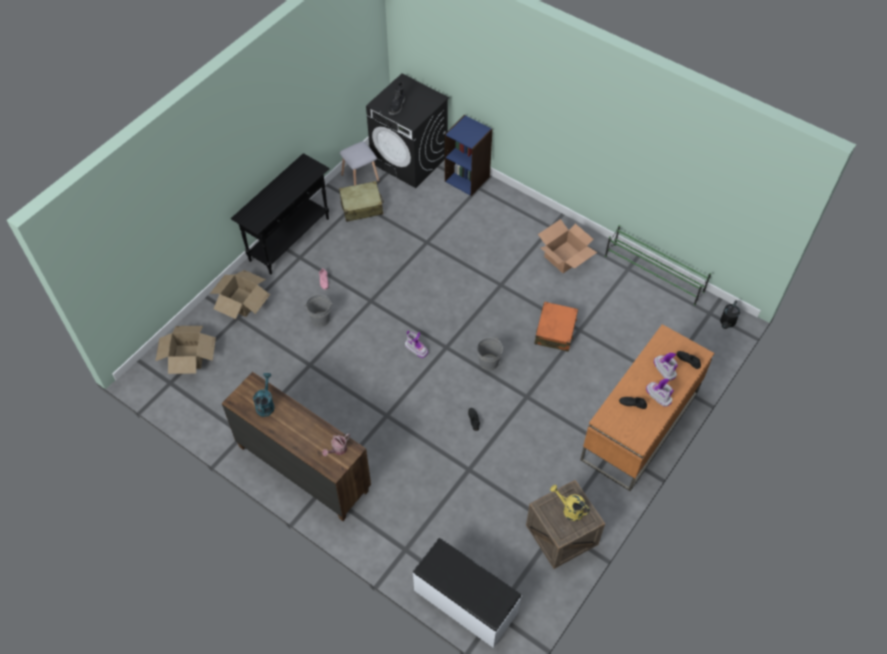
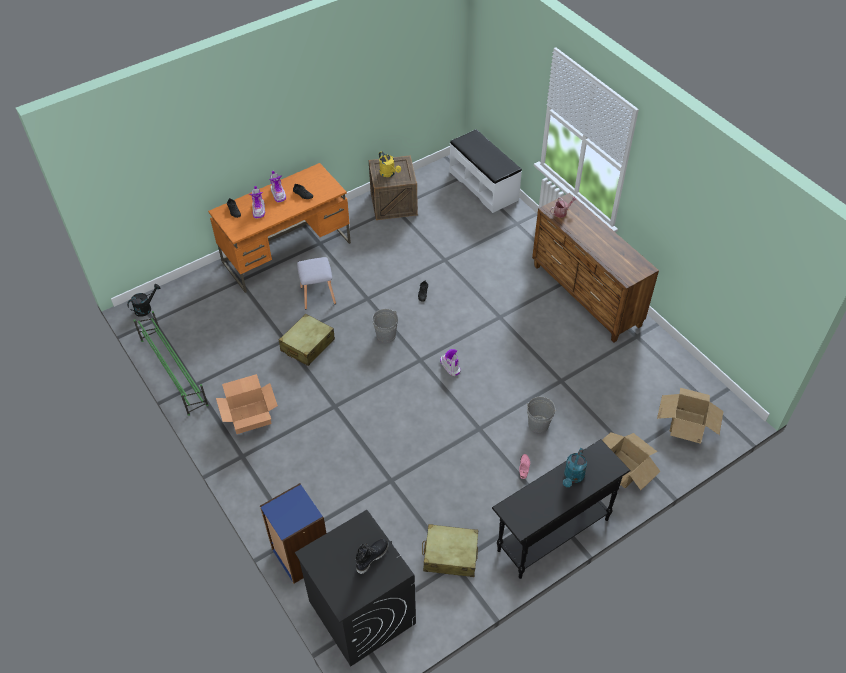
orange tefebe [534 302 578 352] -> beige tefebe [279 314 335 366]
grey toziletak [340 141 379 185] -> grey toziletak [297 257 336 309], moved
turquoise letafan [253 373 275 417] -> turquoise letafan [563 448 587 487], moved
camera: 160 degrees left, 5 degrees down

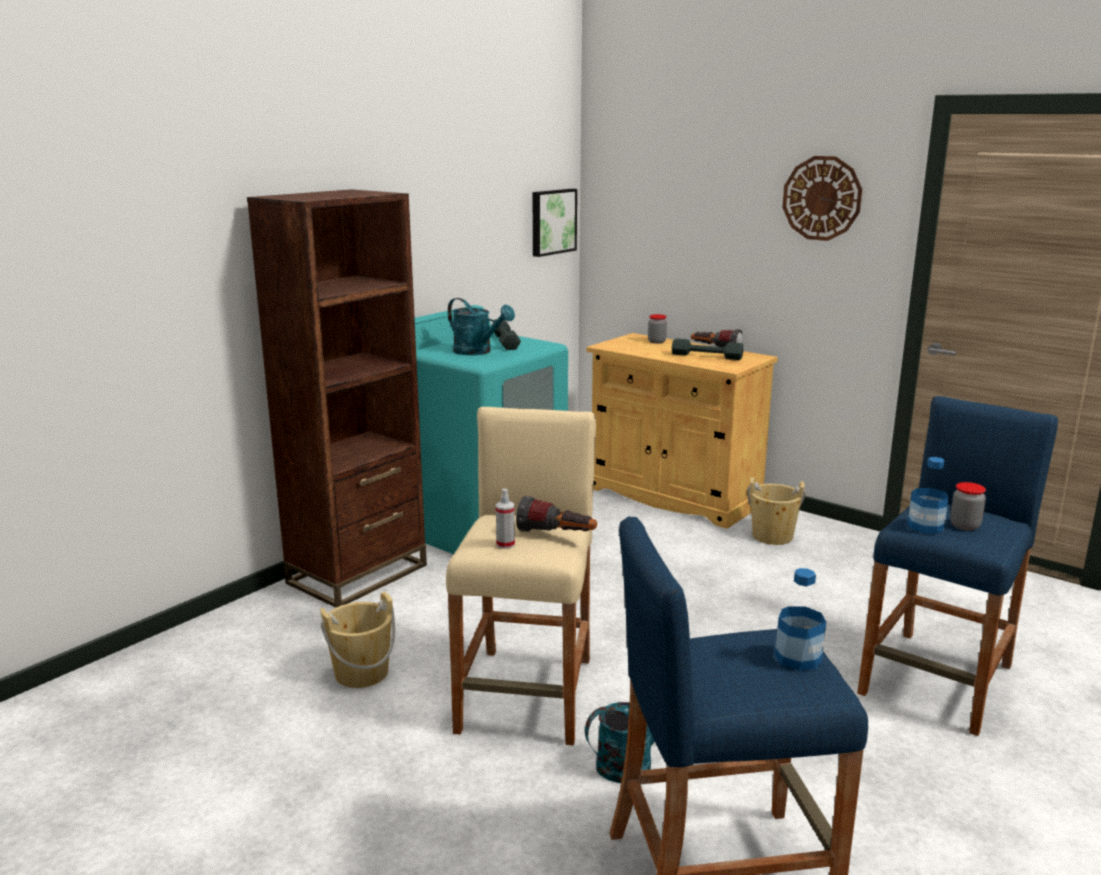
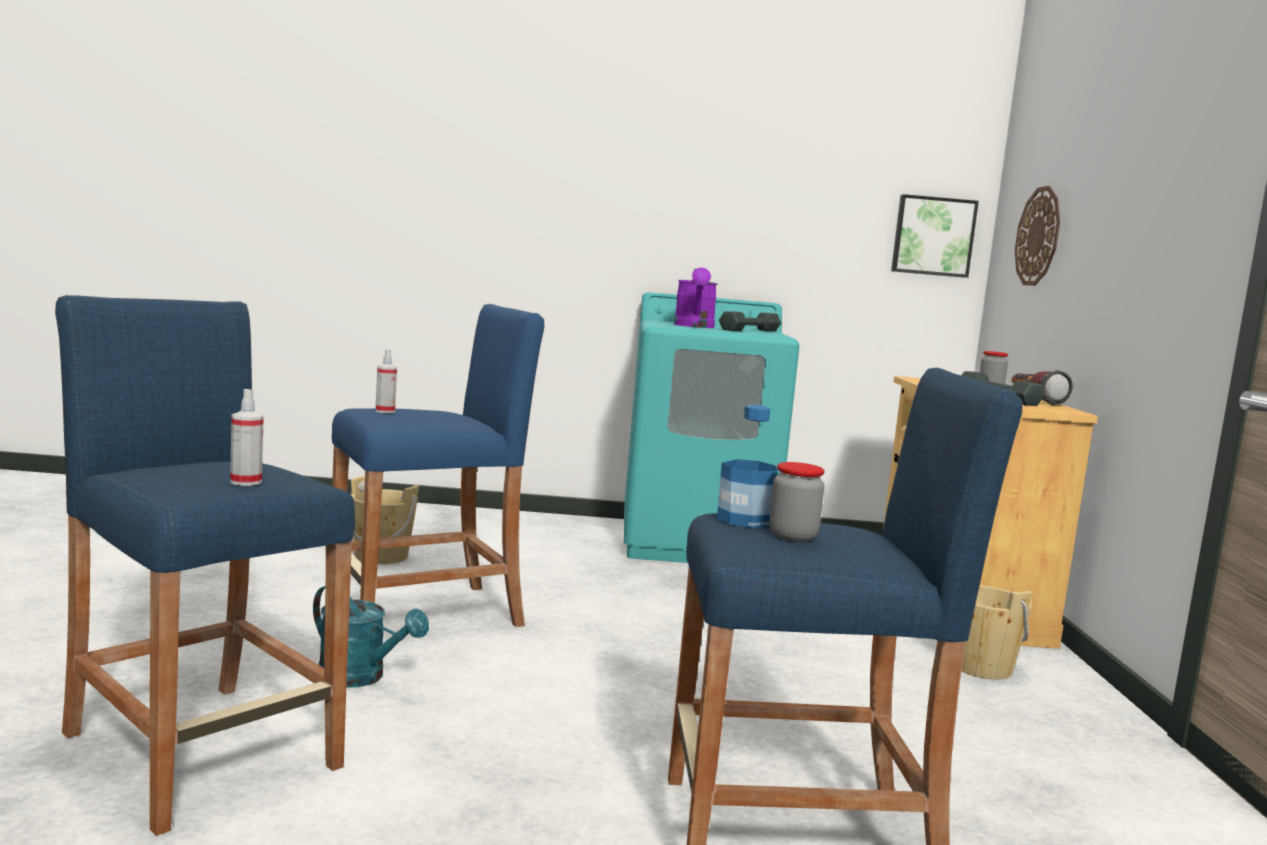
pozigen [775 568 826 671] -> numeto [230 389 264 486]
beige toziletak [446 407 596 746] -> blue toziletak [332 304 544 627]
turquoise letafan [448 298 515 355] -> purple letafan [674 268 717 328]
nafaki [782 156 862 241] -> nafaki [1015 186 1060 286], moved
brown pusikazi [247 190 427 608] -> none
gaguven [516 496 597 532] -> none
camera: 50 degrees right, 10 degrees down

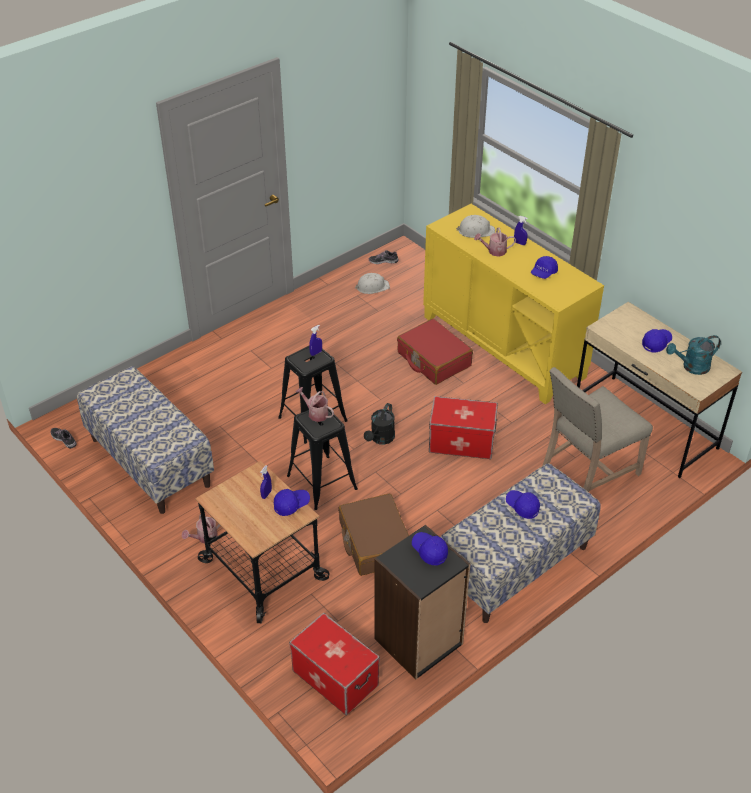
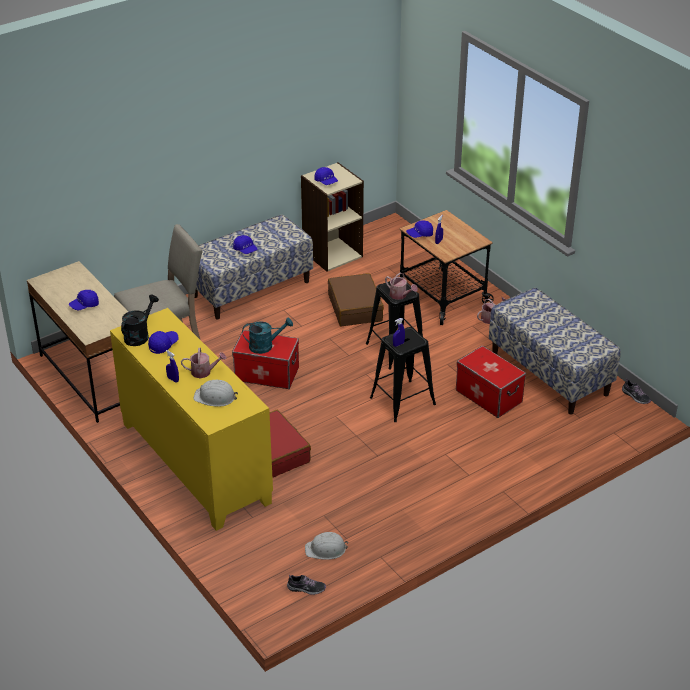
black letafan [364 403 395 445] -> black letafan [121 295 159 346], moved
turquoise letafan [666 335 721 375] -> turquoise letafan [242 317 293 354], moved
black pusikazi [375 525 471 680] -> beige pusikazi [301 162 364 272]
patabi [289 613 380 715] -> patabi [456 346 526 418], moved
camera: 175 degrees left, 5 degrees down

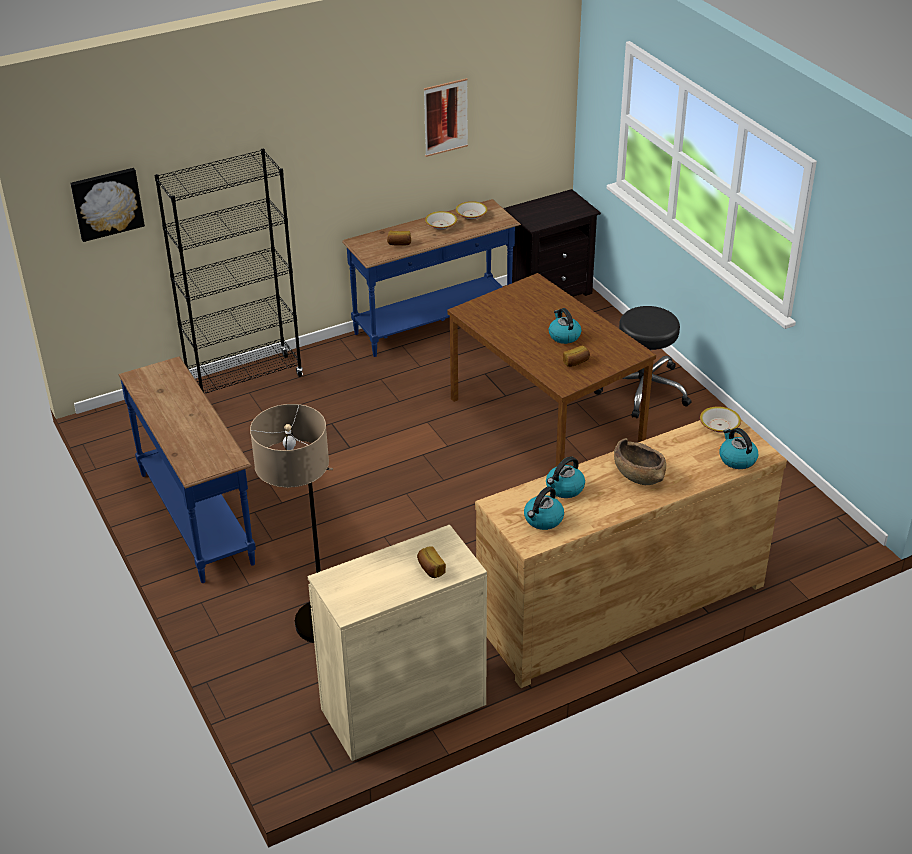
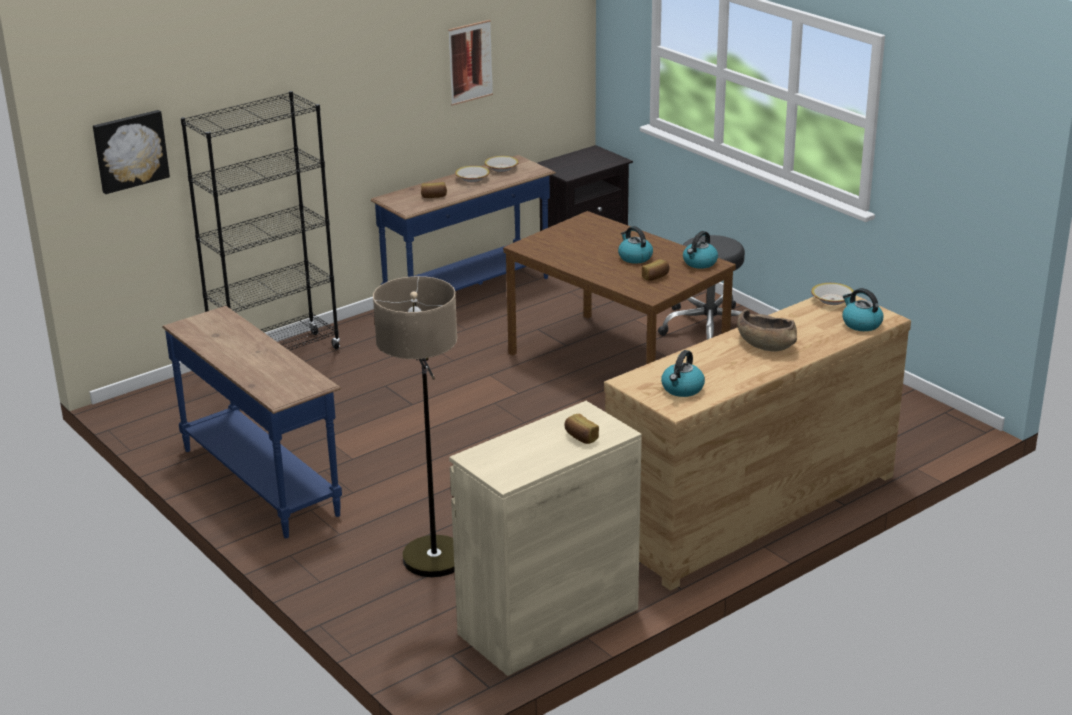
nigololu [546 457 585 498] -> nigololu [683 231 718 269], moved
camera: 10 degrees left, 10 degrees down

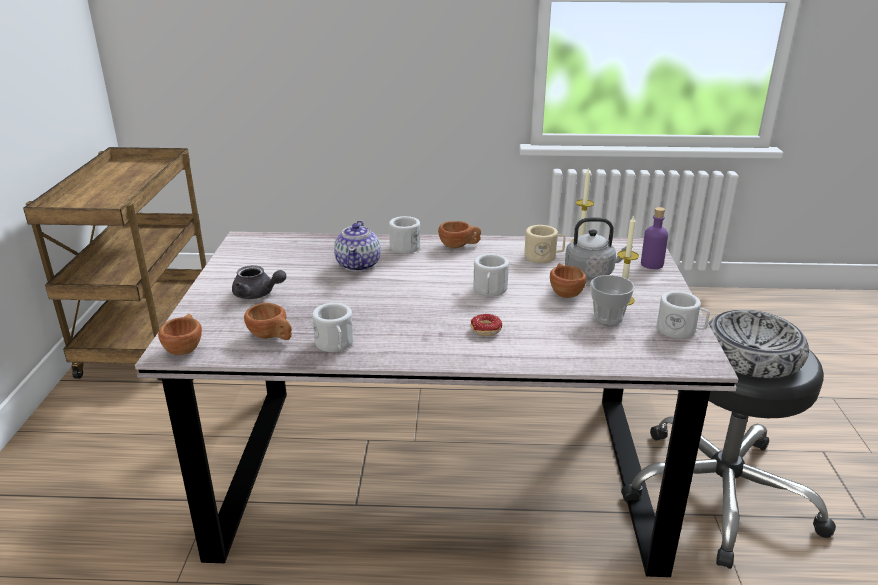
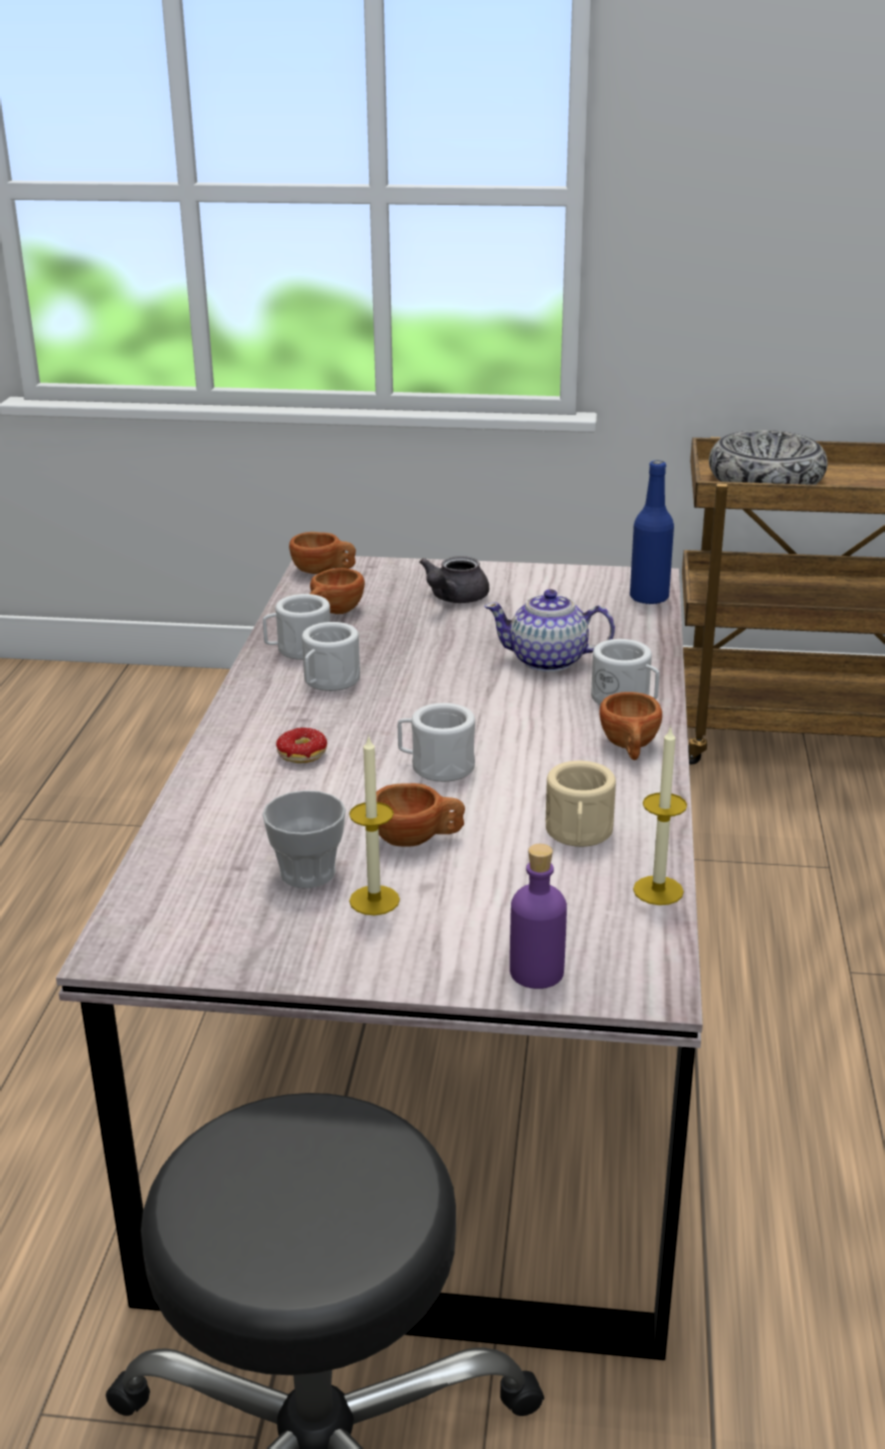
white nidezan [657 291 710 339] -> white nidezan [302 622 360 691], moved
none -> blue pozigen [630 460 674 605]
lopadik [708 310 809 378] -> lopadik [709 430 827 485], moved
grey nigololu [565 217 627 280] -> none
camera: 95 degrees right, 0 degrees up

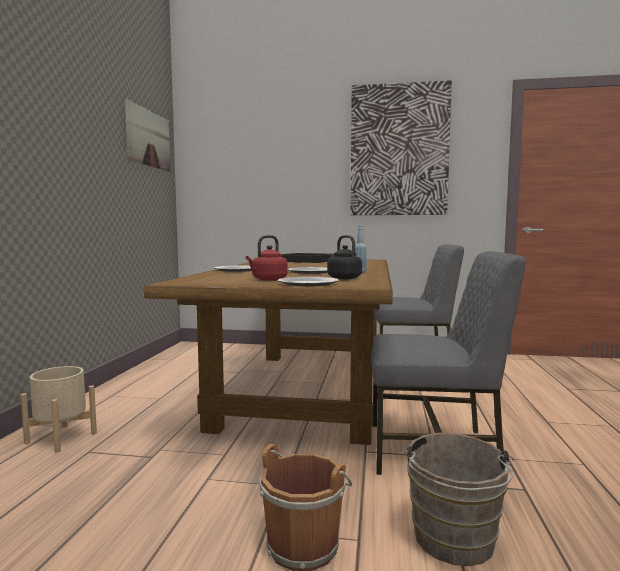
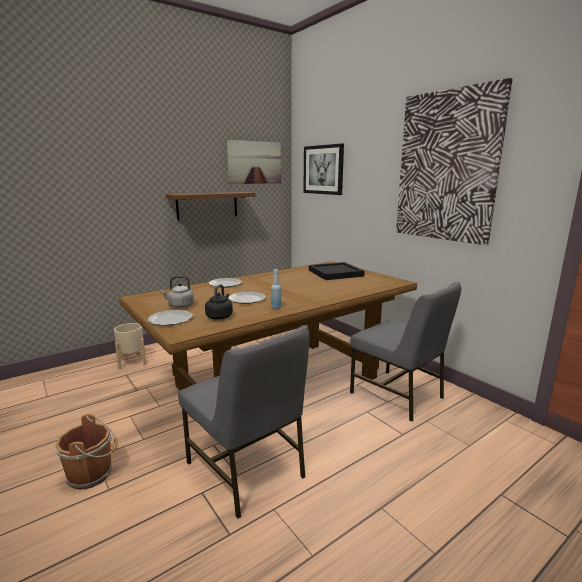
red nigololu [246 235 288 281] -> grey nigololu [160 276 194 308]
none -> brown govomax [165 192 255 220]
none -> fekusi [303 144 344 195]
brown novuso [400 433 515 566] -> none
camera: 45 degrees right, 10 degrees up

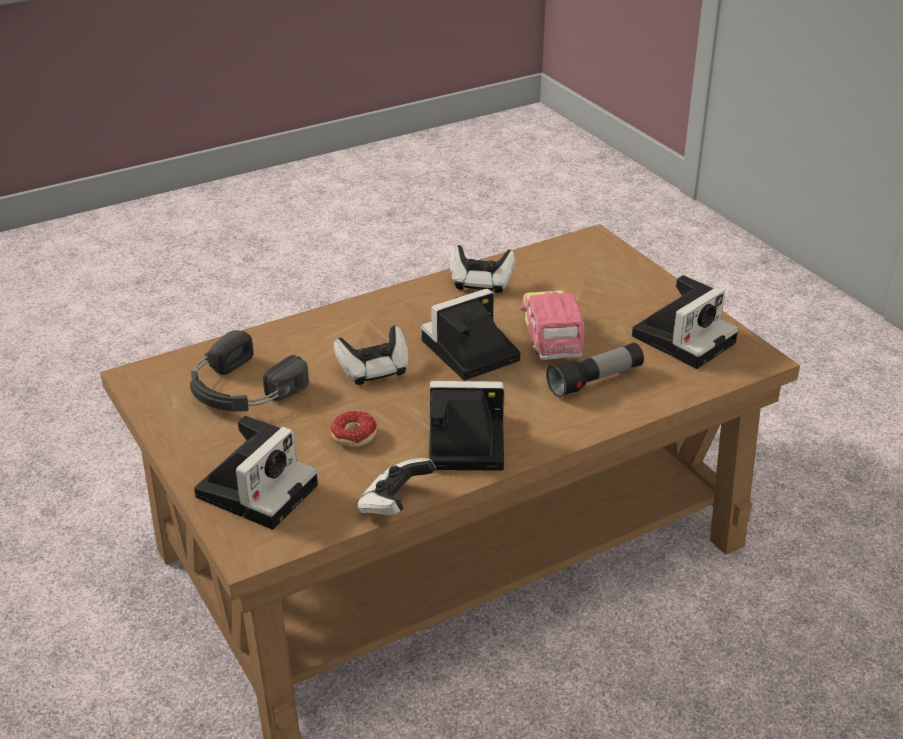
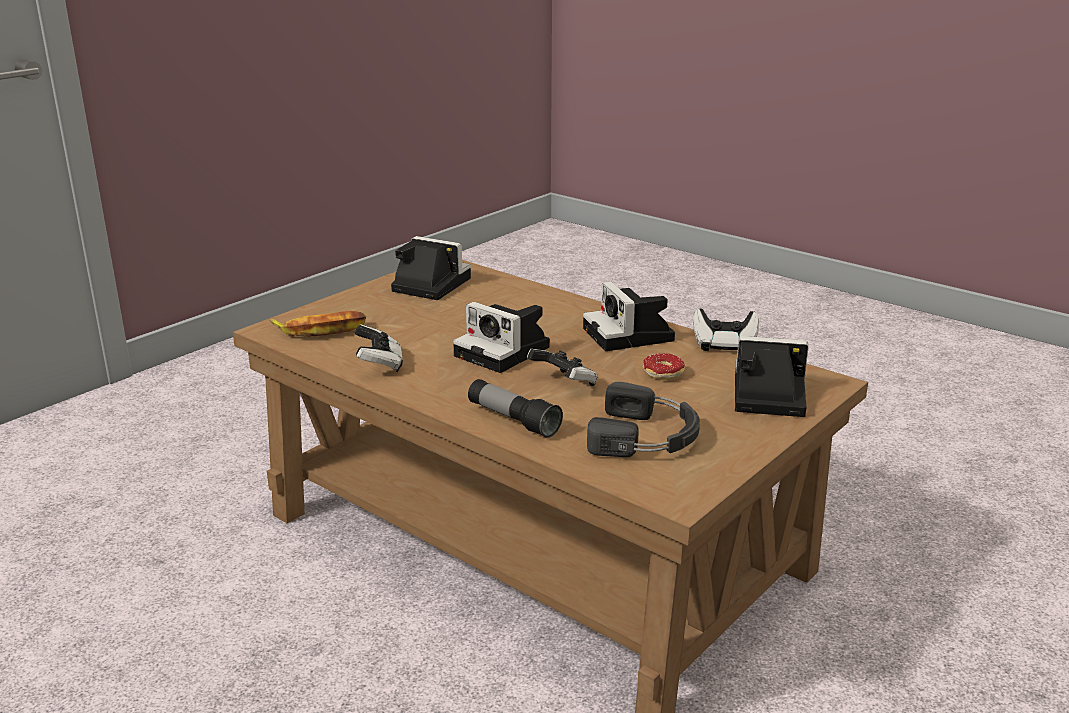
none -> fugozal [270 311 366 337]
gaguven [546 343 644 398] -> gaguven [468 379 563 438], moved
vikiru [520 290 585 360] -> none
camera: 110 degrees left, 10 degrees down

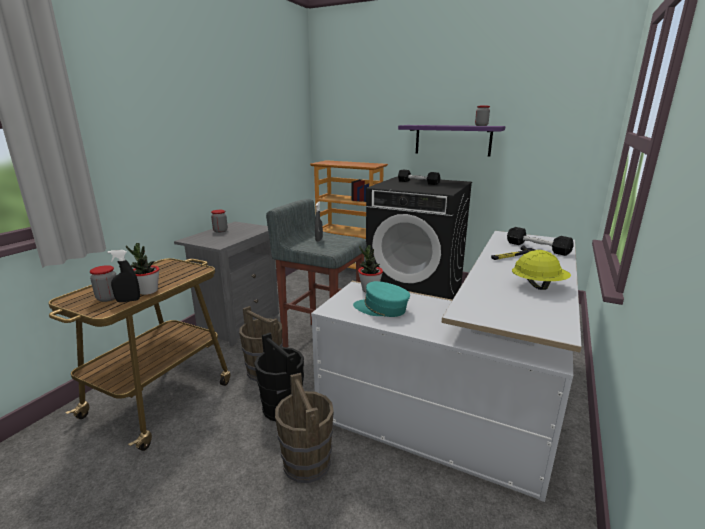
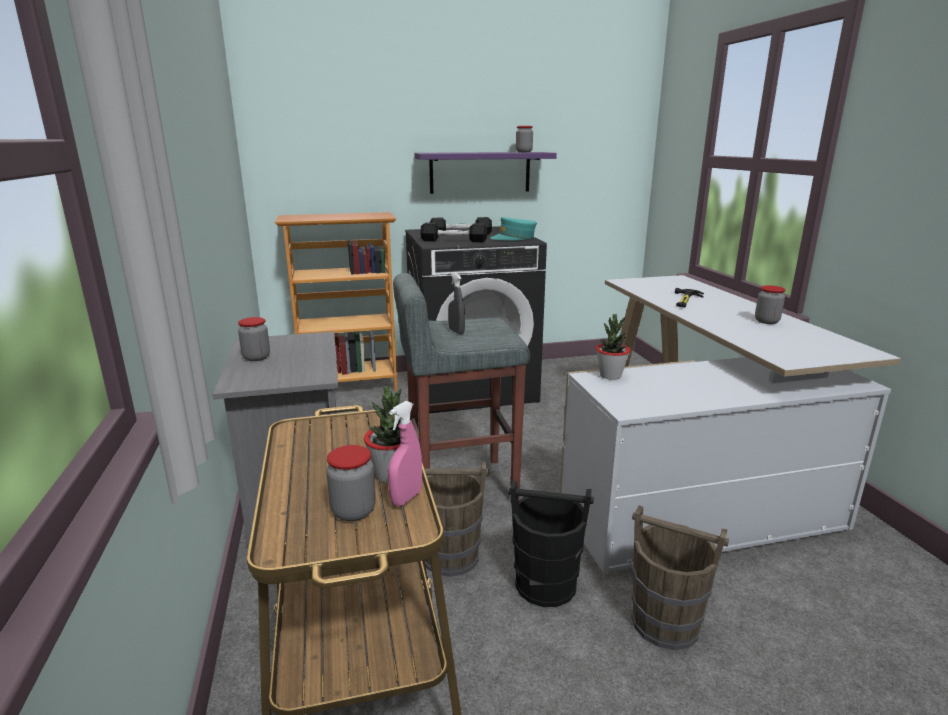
black numeto [107 250 140 302] -> pink numeto [388 401 422 506]
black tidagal [507 227 574 256] -> black tidagal [420 223 487 242], moved
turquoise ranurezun [353 281 410 317] -> turquoise ranurezun [490 217 537 241], moved
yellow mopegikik [512 250 571 290] -> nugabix [755 285 786 324]
camera: 40 degrees left, 0 degrees up

